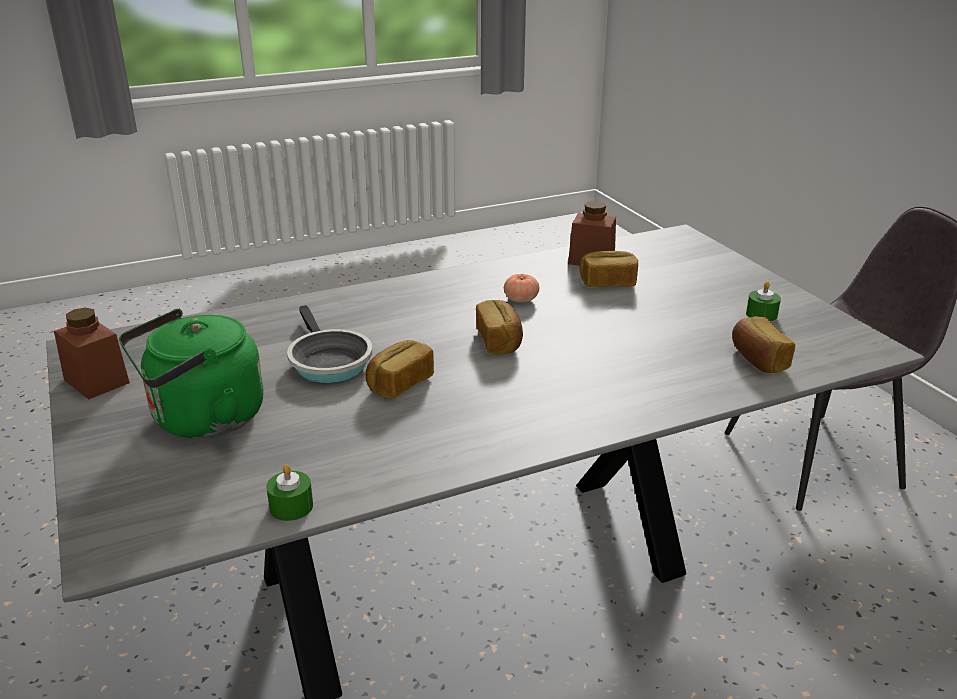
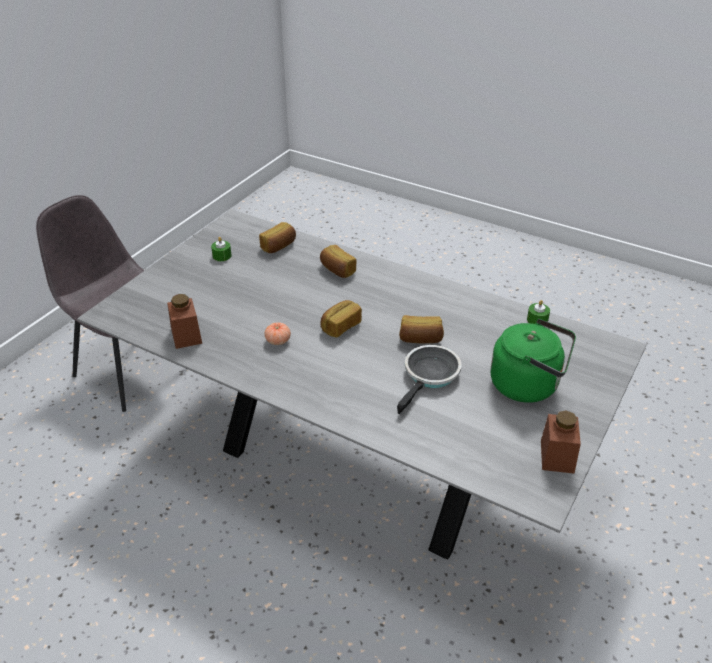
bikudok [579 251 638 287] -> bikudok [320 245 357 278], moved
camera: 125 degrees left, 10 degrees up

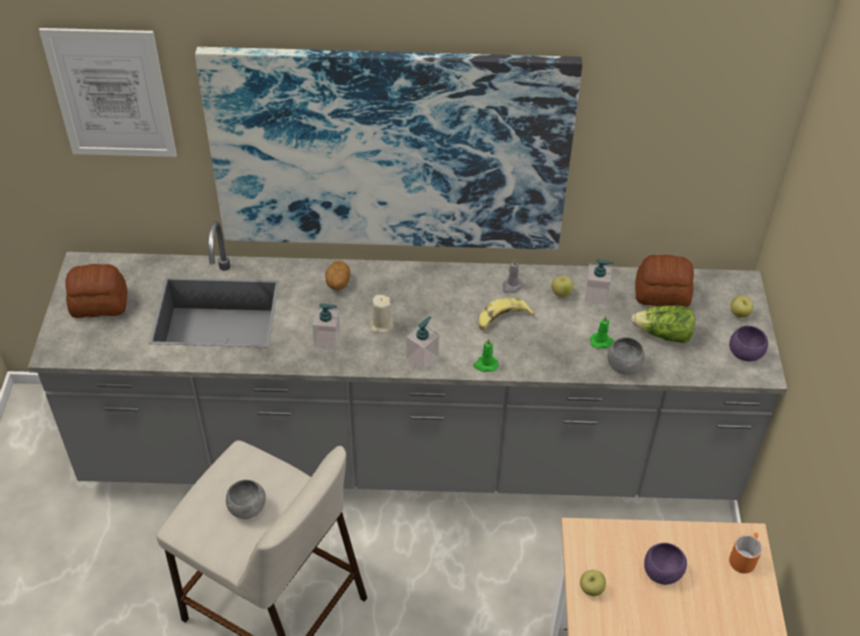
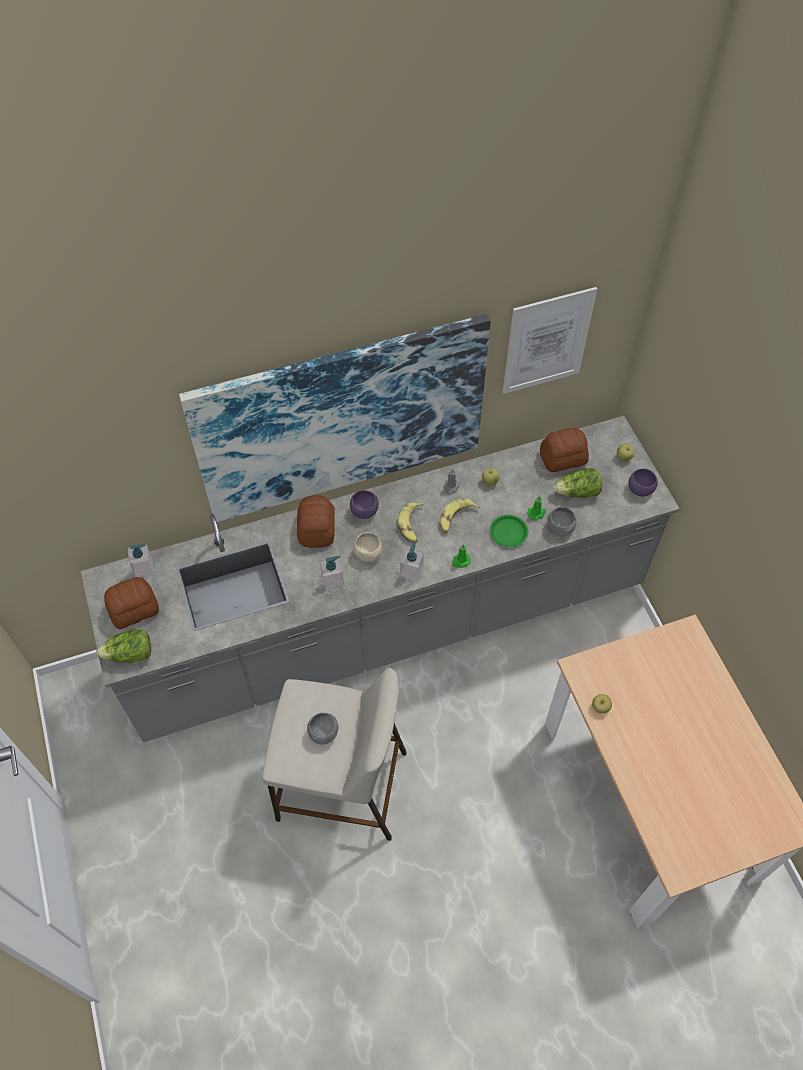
none -> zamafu [96 629 151 663]
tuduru [584 259 614 305] -> tuduru [128 544 154 577], moved
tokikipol [325 261 350 290] -> bikudok [297 495 335 548]
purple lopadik [644 543 687 585] -> purple lopadik [350 490 379 519], moved
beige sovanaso [370 295 394 333] -> beige lopadik [353 532 383 562]
none -> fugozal [398 502 424 543]
none -> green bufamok [490 515 528 547]
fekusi [39 28 177 157] -> fekusi [503 287 597 394], moved
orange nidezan [729 533 762 573] -> none
camera: 20 degrees left, 10 degrees up

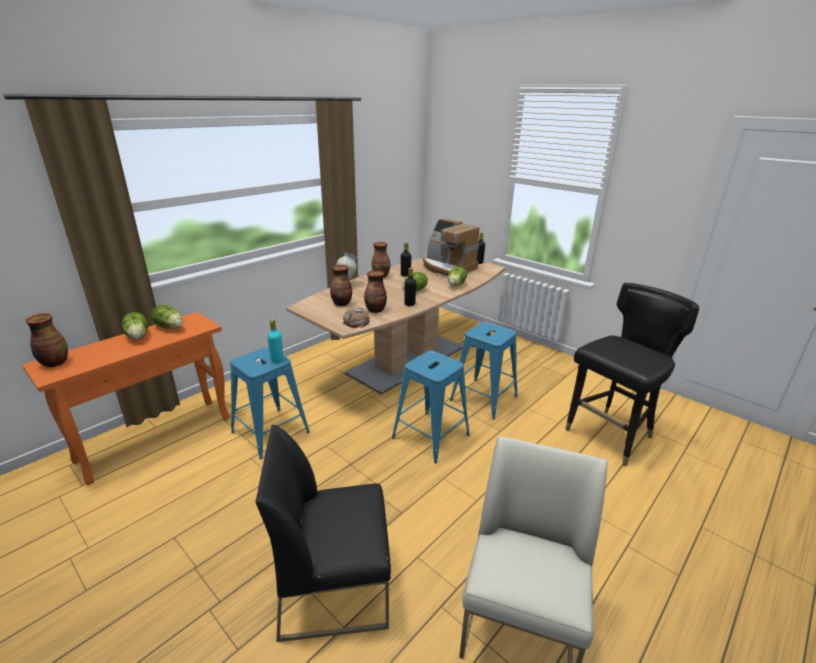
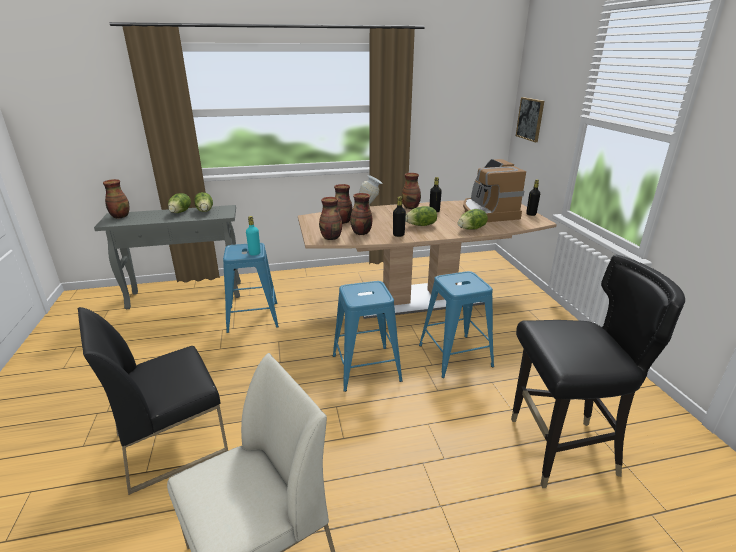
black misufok [255 425 391 642] -> black misufok [77 307 228 495], 60 degrees counterclockwise
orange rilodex [22 312 230 485] -> grey rilodex [94 205 241 309]
bikudok [343 308 370 328] -> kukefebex [319 197 342 240]
none -> fekusi [516 97 544 142]
camera: 35 degrees right, 0 degrees up

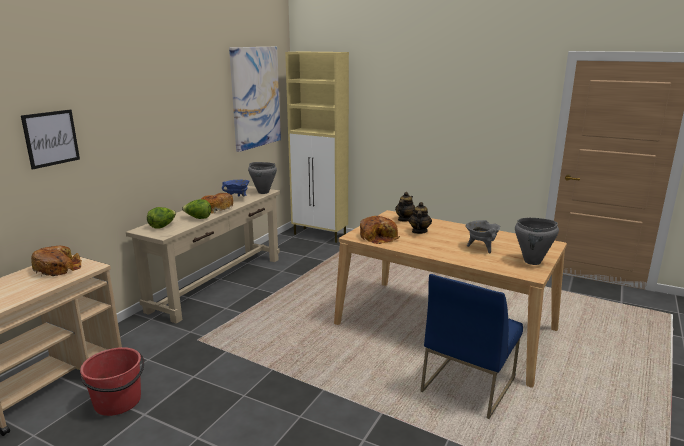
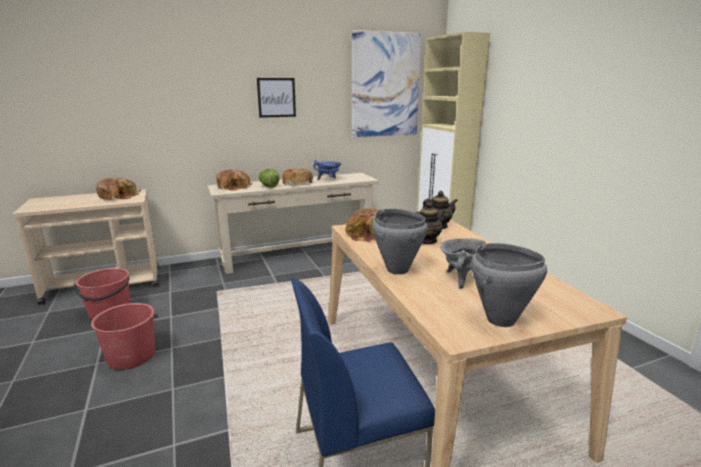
none -> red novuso [91 303 158 370]
zamafu [147 207 176 228] -> bikudok [216 170 252 191]
fekusi [21 109 80 170] -> fekusi [257 78 296 118], moved
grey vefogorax [248 162 277 194] -> grey vefogorax [372 209 428 275], moved
camera: 40 degrees right, 0 degrees up

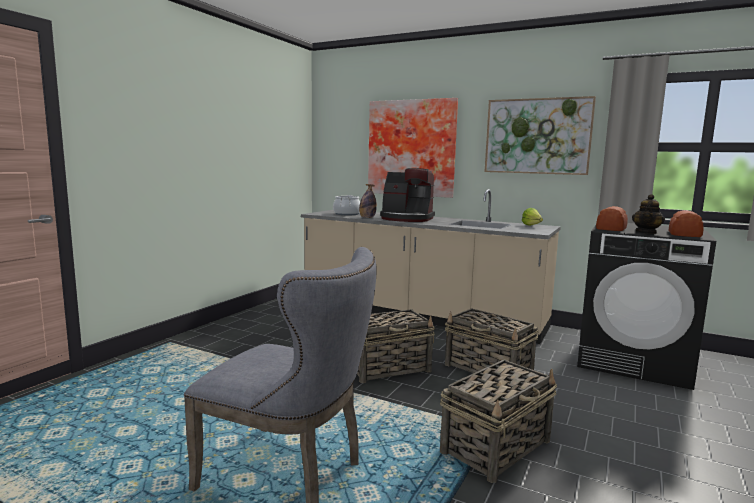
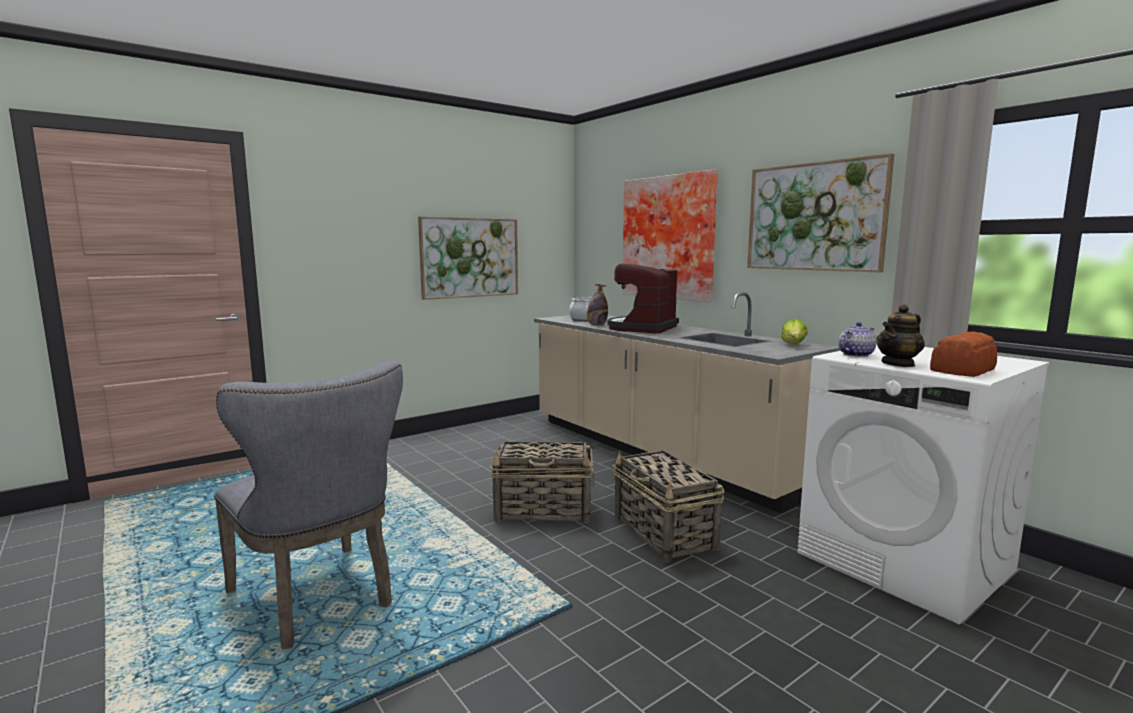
none -> fekusi [418 217 518 300]
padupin [380 168 435 222] -> padupin [607 264 679 333], 75 degrees clockwise
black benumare [577 223 716 390] -> white benumare [797 343 1050 624]
bikudok [596 206 628 231] -> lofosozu [838 322 876 357]
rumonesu [440 360 557 483] -> none
camera: 25 degrees right, 0 degrees up

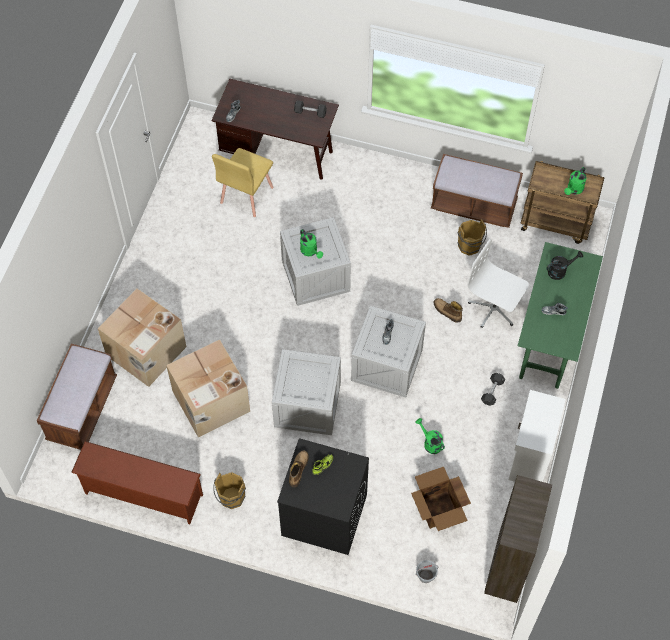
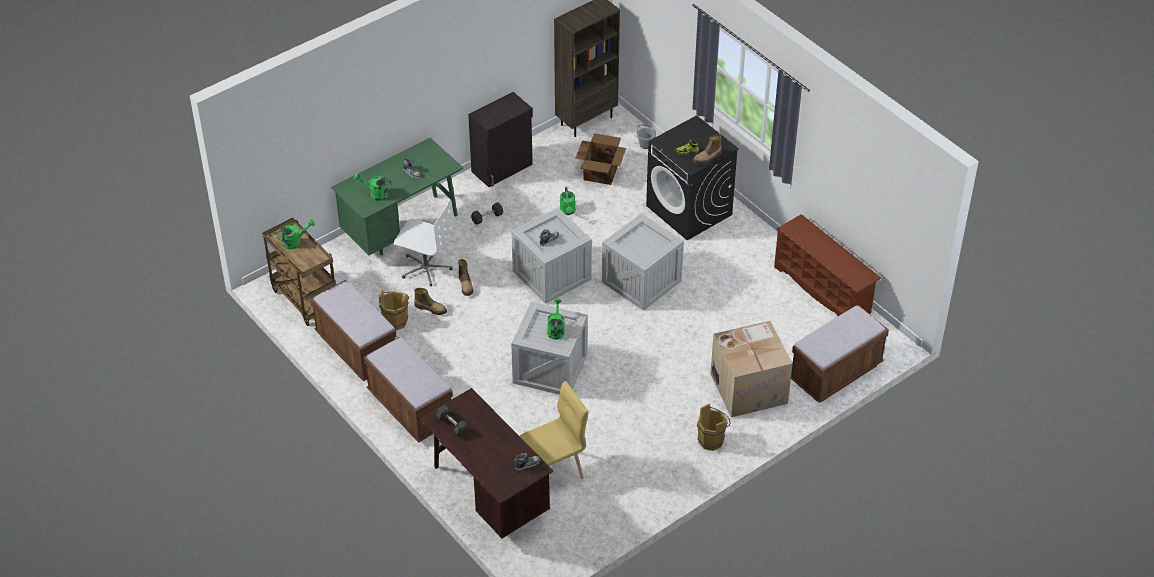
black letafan [547 251 583 280] -> green letafan [354 173 392 201]
none -> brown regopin [363 337 453 443]
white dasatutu [467 239 529 328] -> white dasatutu [394 200 454 287], 45 degrees counterclockwise
none -> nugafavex [414 288 447 315]
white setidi [508 390 566 482] -> black setidi [468 92 533 187]
brown novuso [213 473 246 509] -> brown novuso [697 404 730 451], moved
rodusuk [166 339 250 438] -> none
camera: 145 degrees left, 15 degrees down

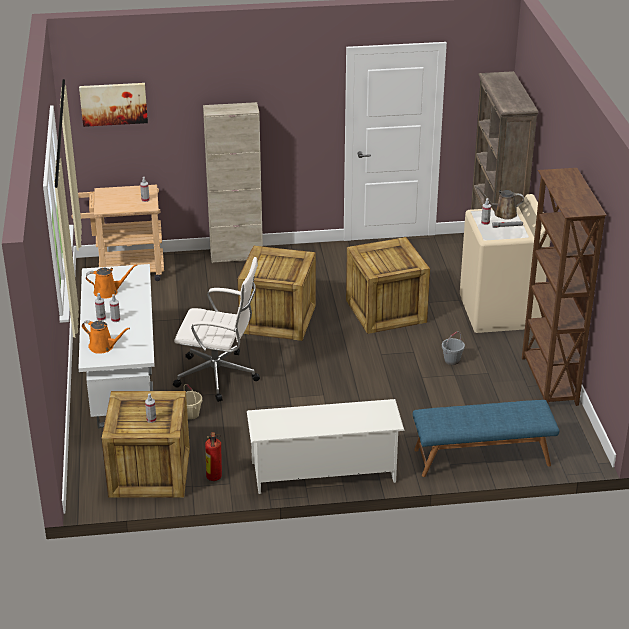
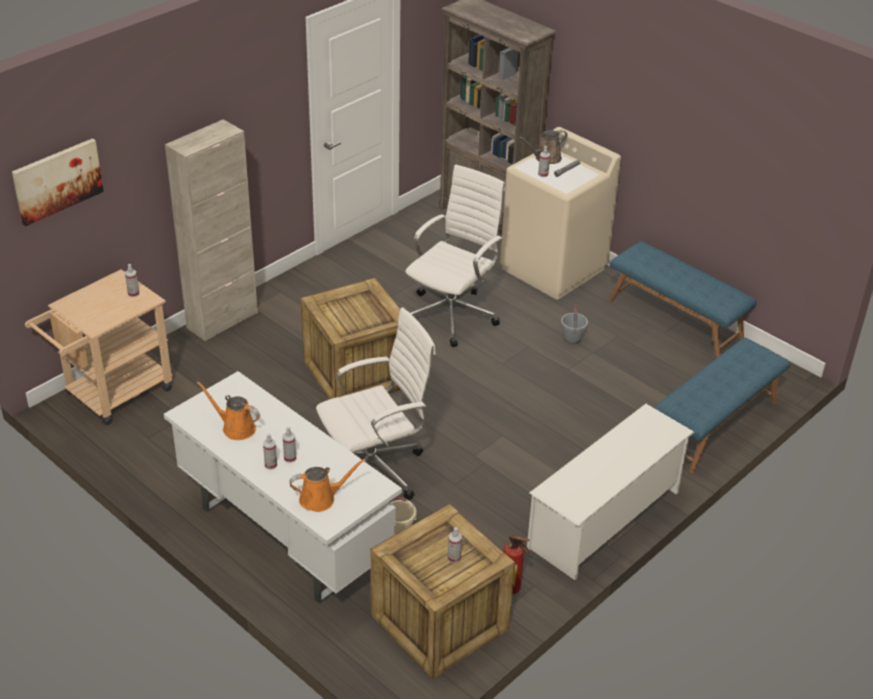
orange letafan [86 264 138 299] -> orange letafan [197 382 260 440], 105 degrees counterclockwise
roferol [346 237 430 334] -> white dasatutu [405 165 505 347]
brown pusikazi [522 168 607 406] -> blue regopin [609 241 757 358]
camera: 40 degrees left, 5 degrees up

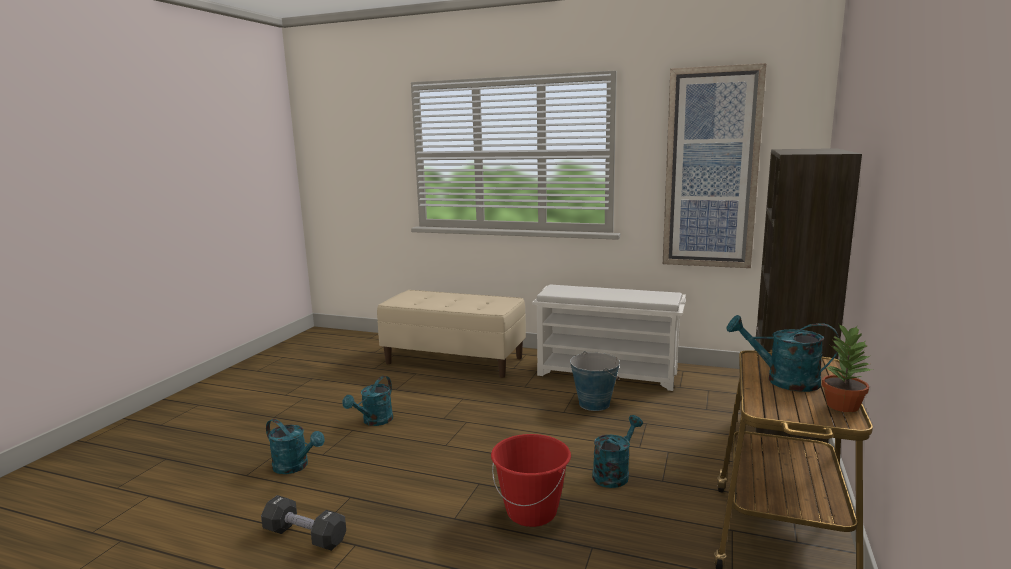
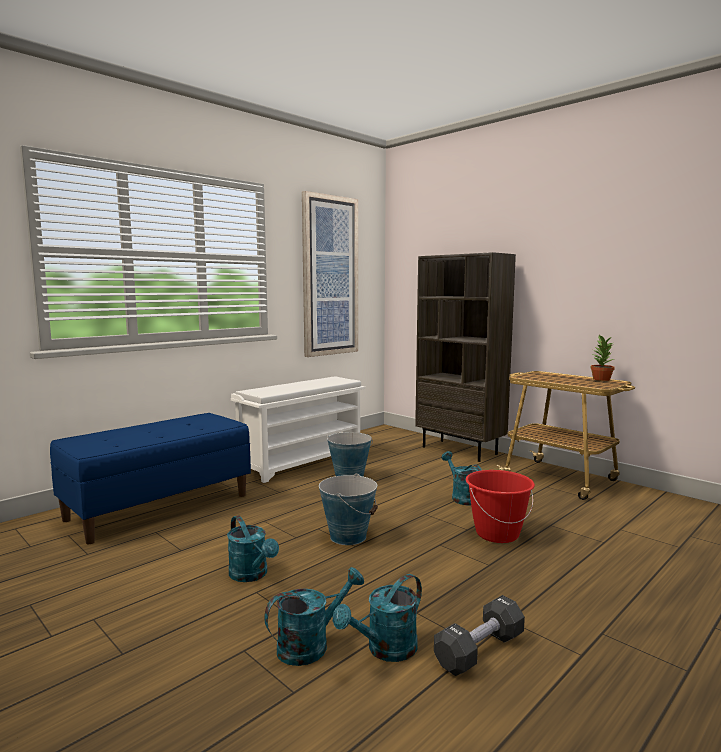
beige regopin [377 290 526 378] -> blue regopin [50 413 251 544]
none -> novuso [319 473 378 545]
turquoise letafan [726 315 839 392] -> turquoise letafan [332 574 422 662], moved
camera: 65 degrees left, 5 degrees down

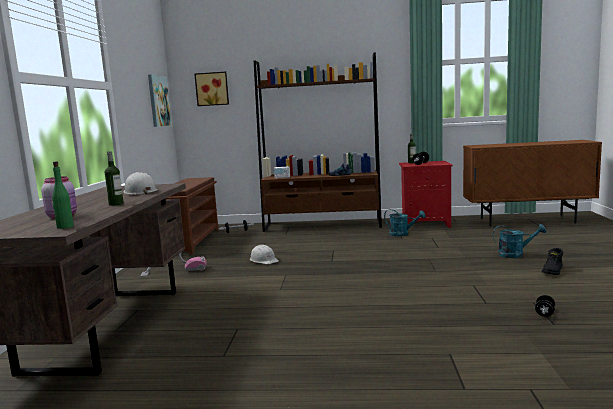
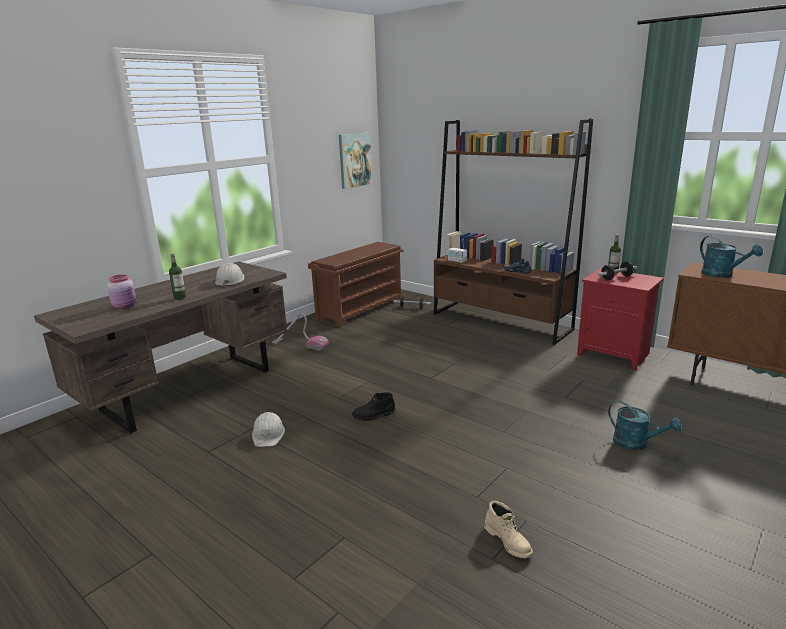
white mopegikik [250 245 279 264] -> white mopegikik [252 412 285 447], moved
black nugafavex [542 248 563 275] -> black nugafavex [352 392 395 421], moved
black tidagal [535 295 555 317] -> beige nugafavex [484 501 533 558]
turquoise letafan [384 209 425 237] -> turquoise letafan [700 236 763 278], moved
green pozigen [52 161 74 229] -> none
fekusi [194 72 229 106] -> none
camera: 35 degrees right, 10 degrees up

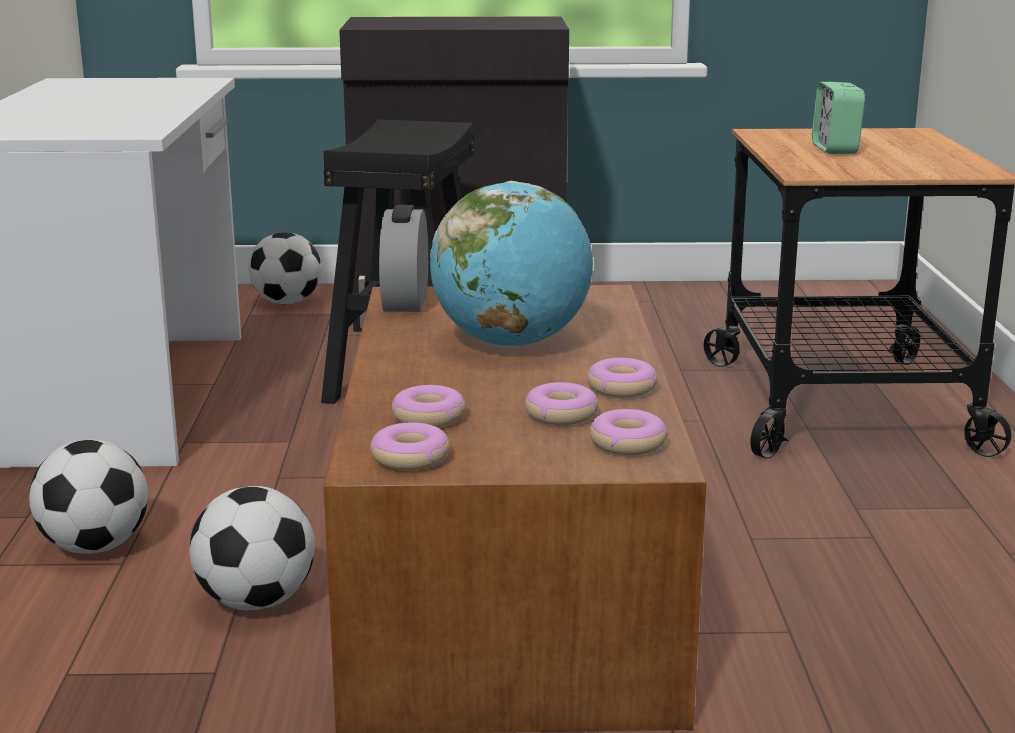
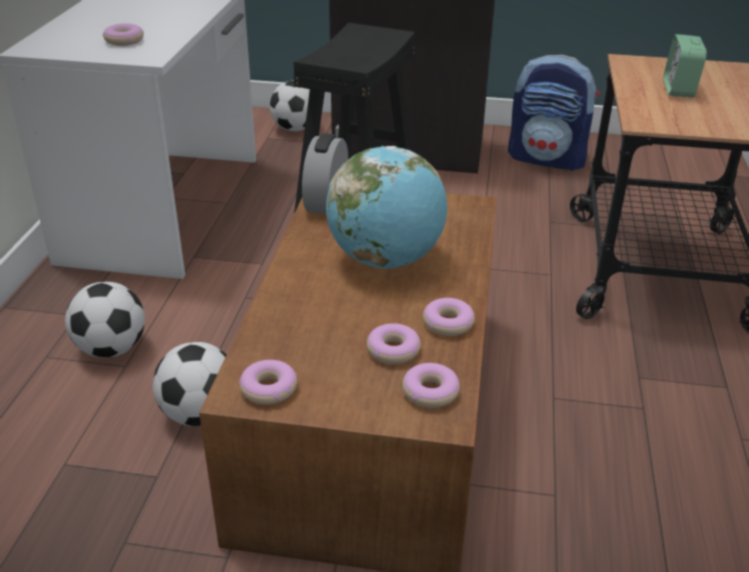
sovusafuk [392 385 465 427] -> sovusafuk [103 23 144 46], moved
none -> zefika [508 55 600 171]
camera: 10 degrees right, 15 degrees up

